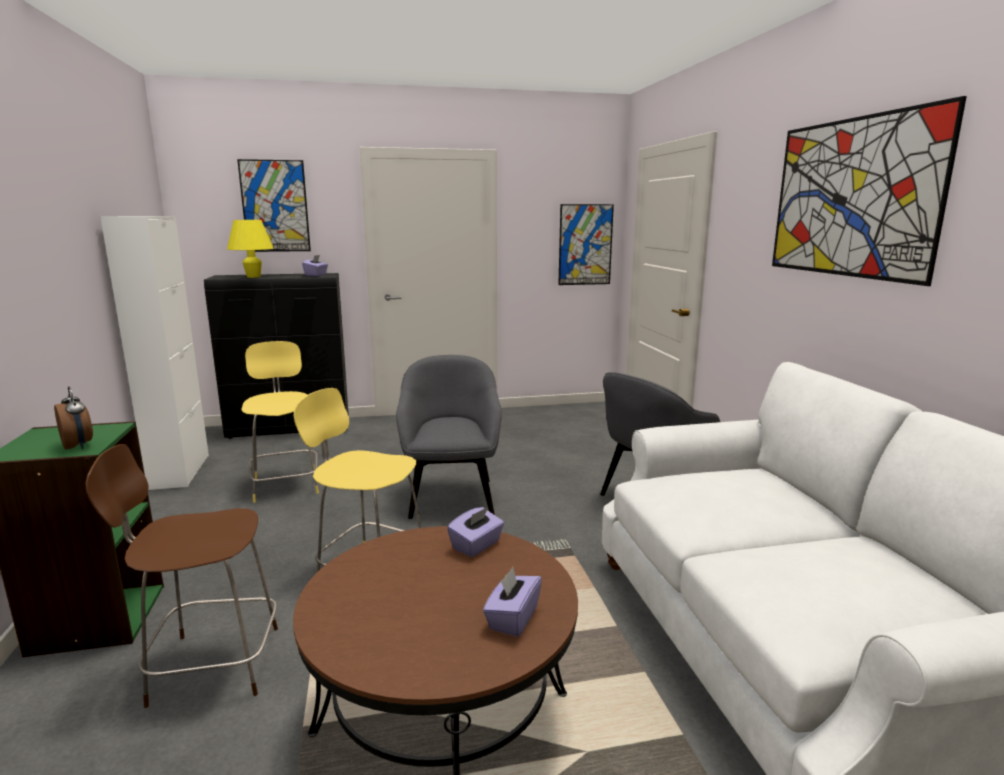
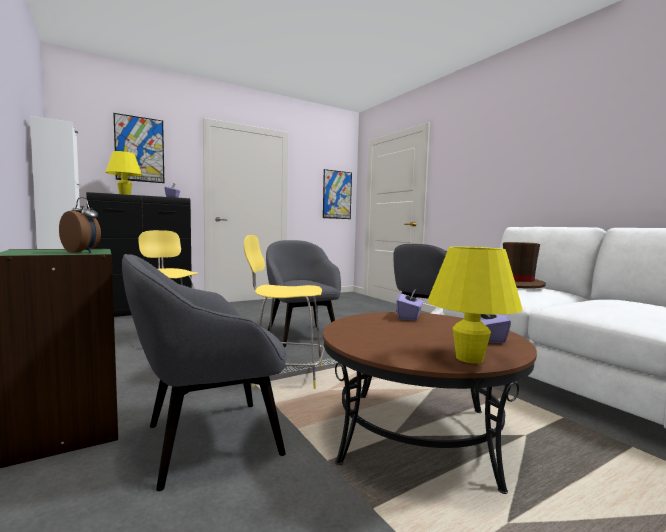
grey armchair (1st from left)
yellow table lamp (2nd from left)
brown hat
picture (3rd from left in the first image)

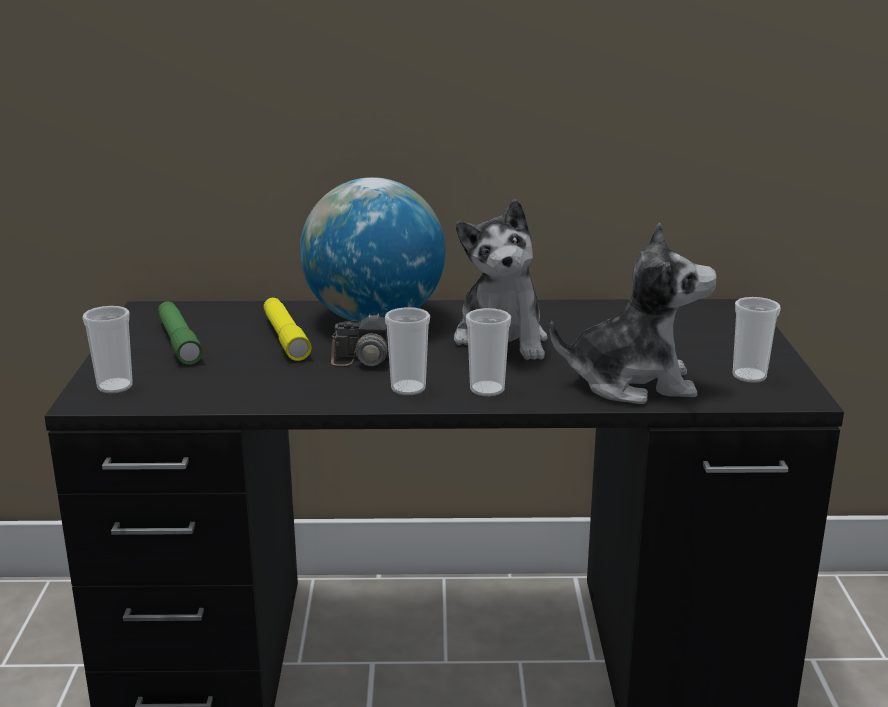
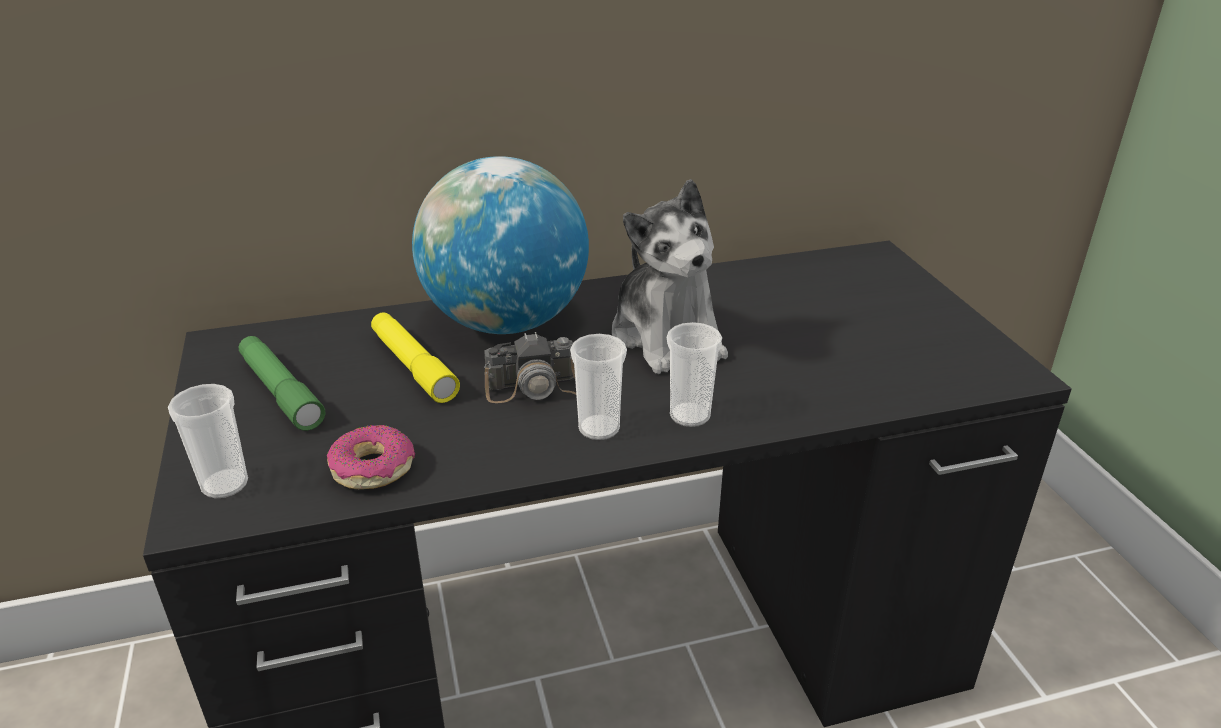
donut
plush toy (2nd from left in the first image)
cup (4th from left in the first image)

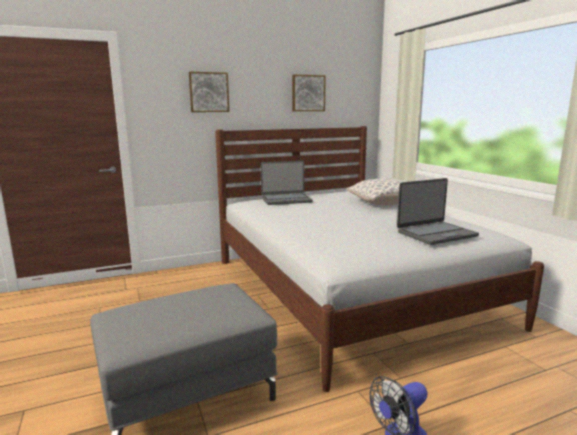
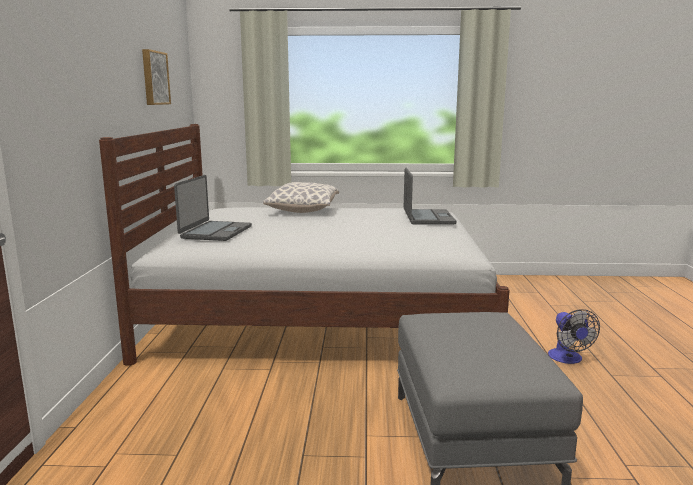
picture (1st from left in the first image)

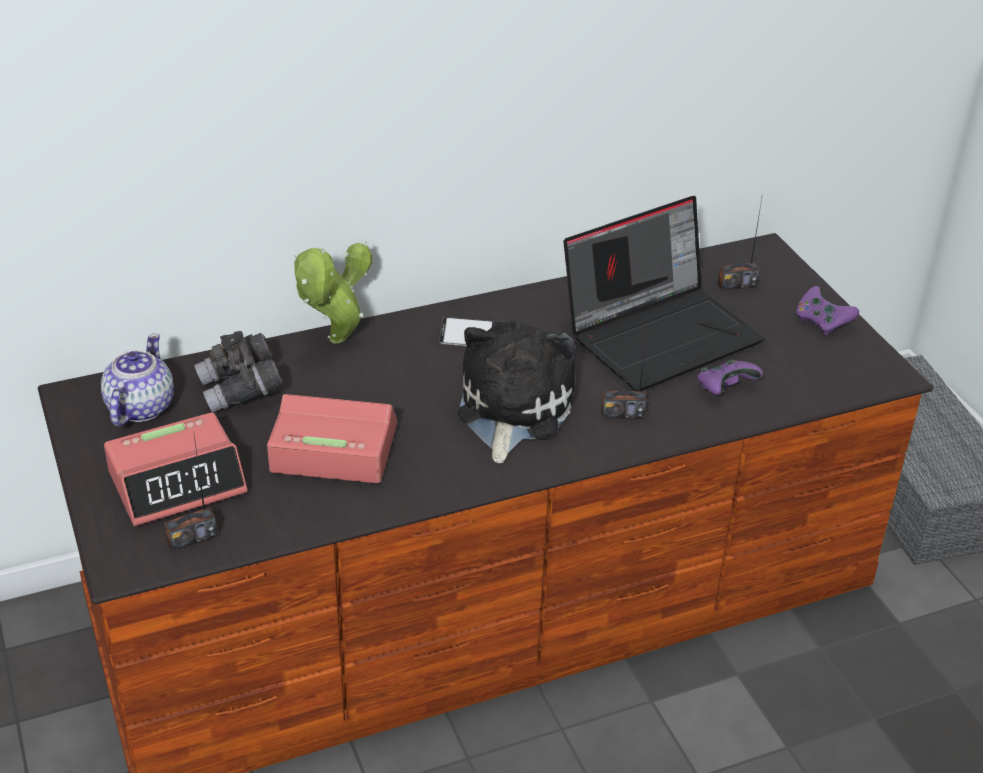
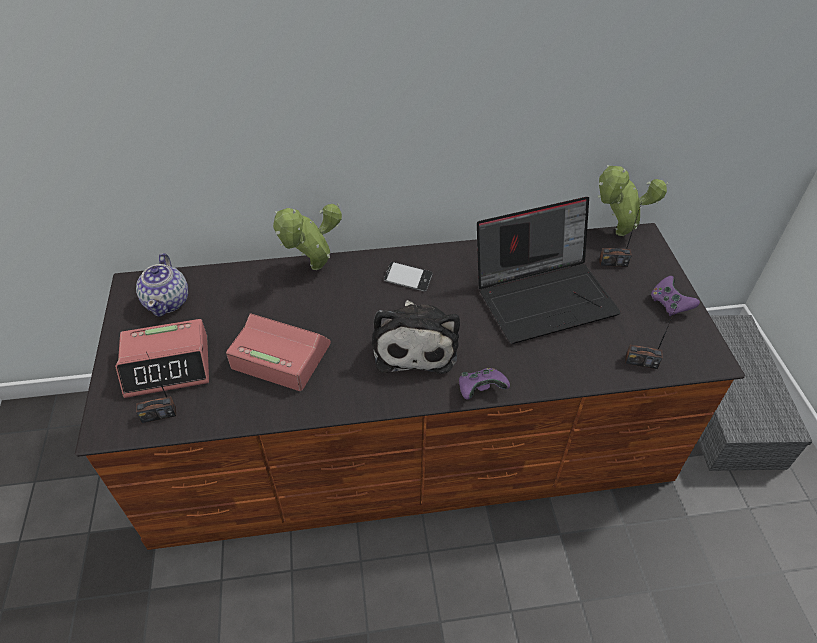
teapot
plush toy
purple game controller (1st from left)
potted plant (2nd from left)
radio (3rd from left)
grey binoculars

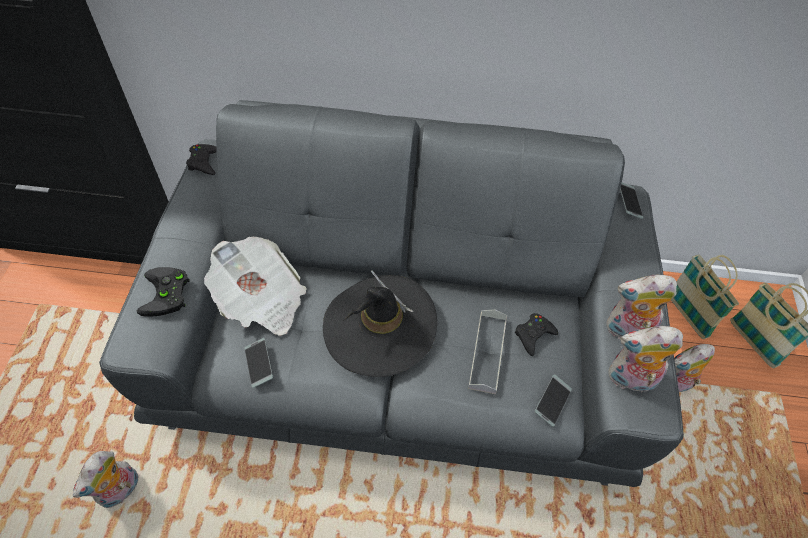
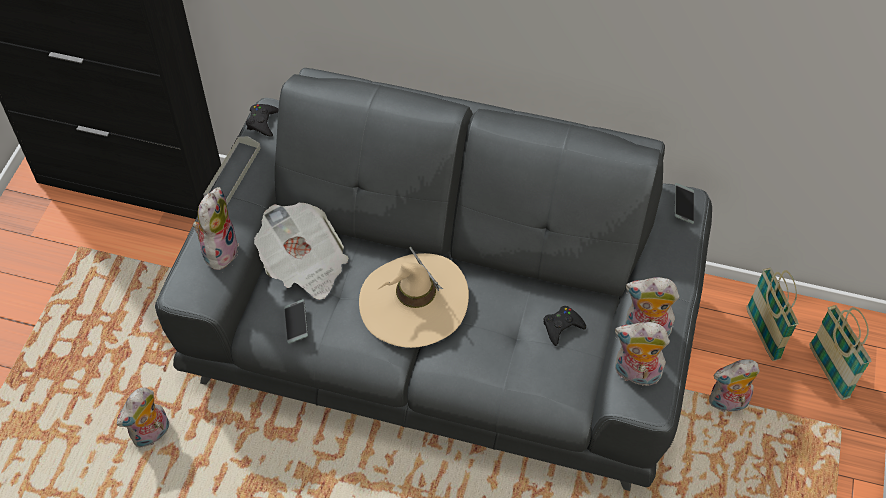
plush toy (2nd from left)
grey tray
beige hat
phone (2nd from left in the first image)

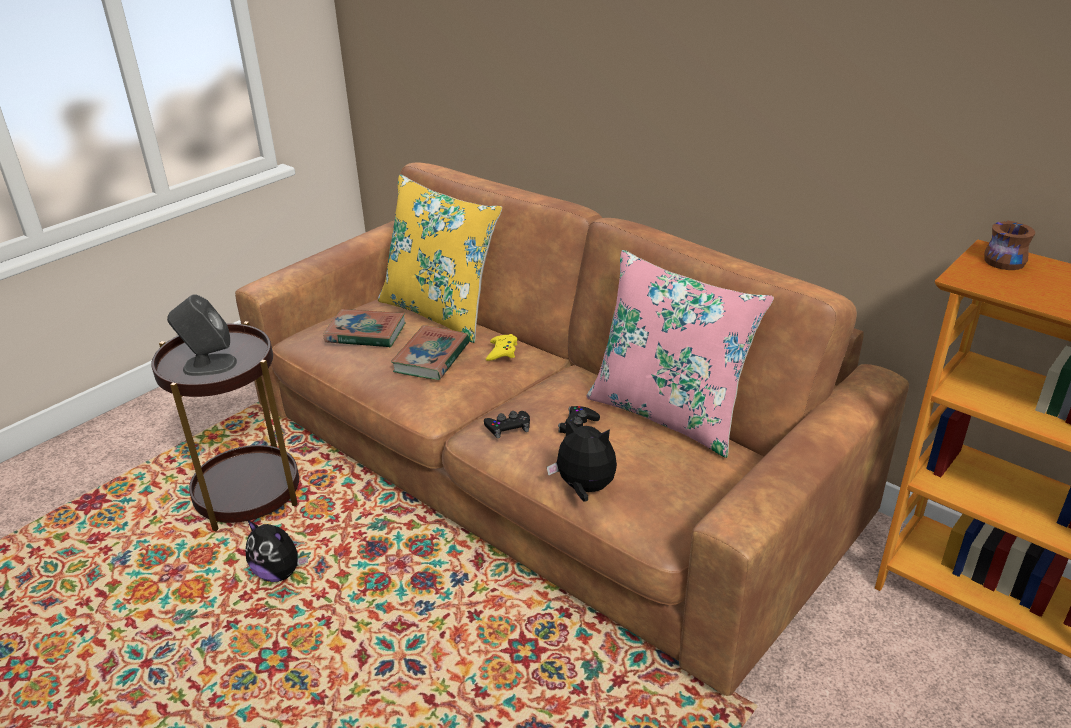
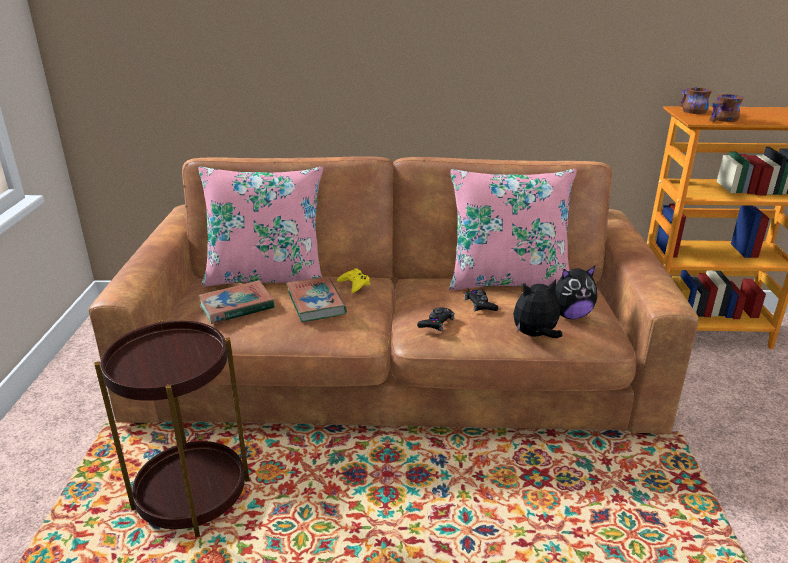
pink pillow (1st from left)
plush toy (2nd from left)
brown mug (2nd from left)
grey speaker

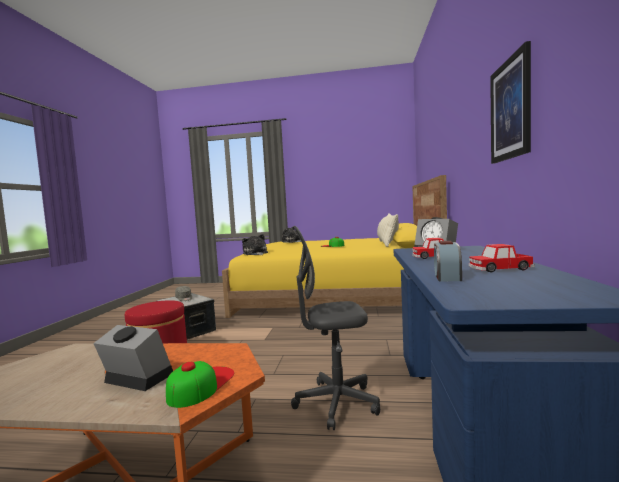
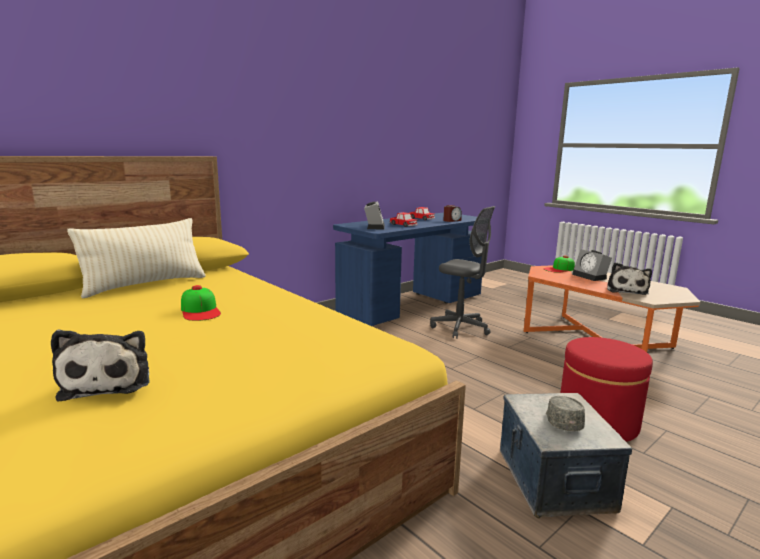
plush toy (2nd from left)
picture

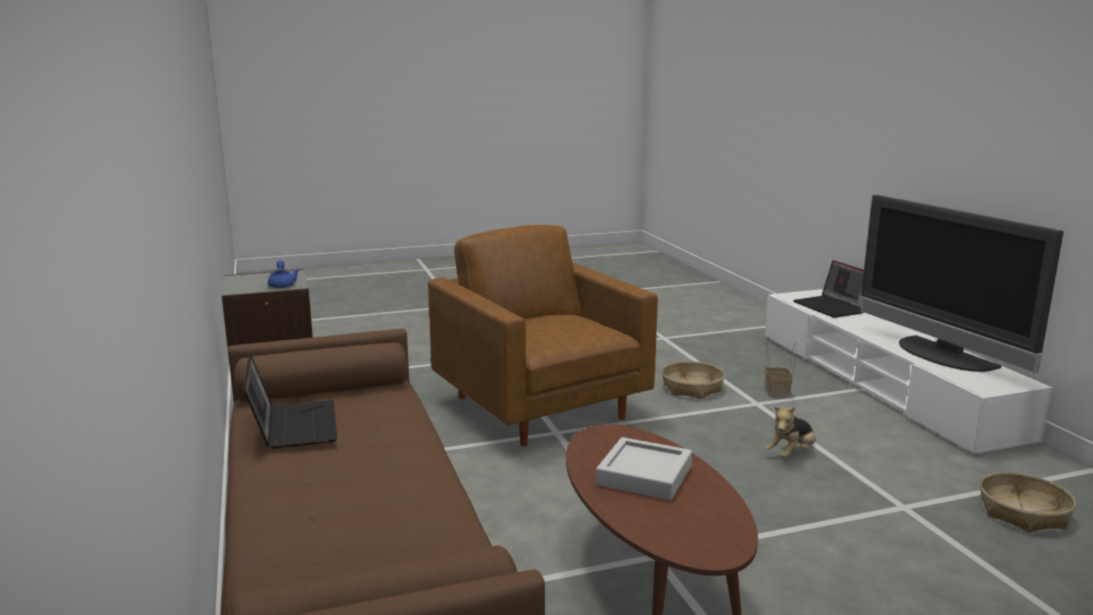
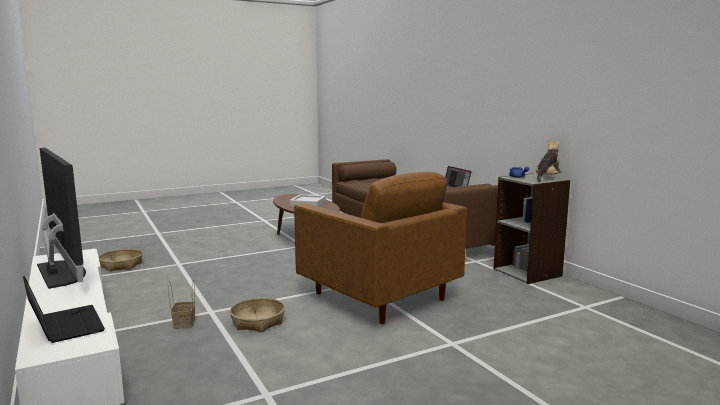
plush toy

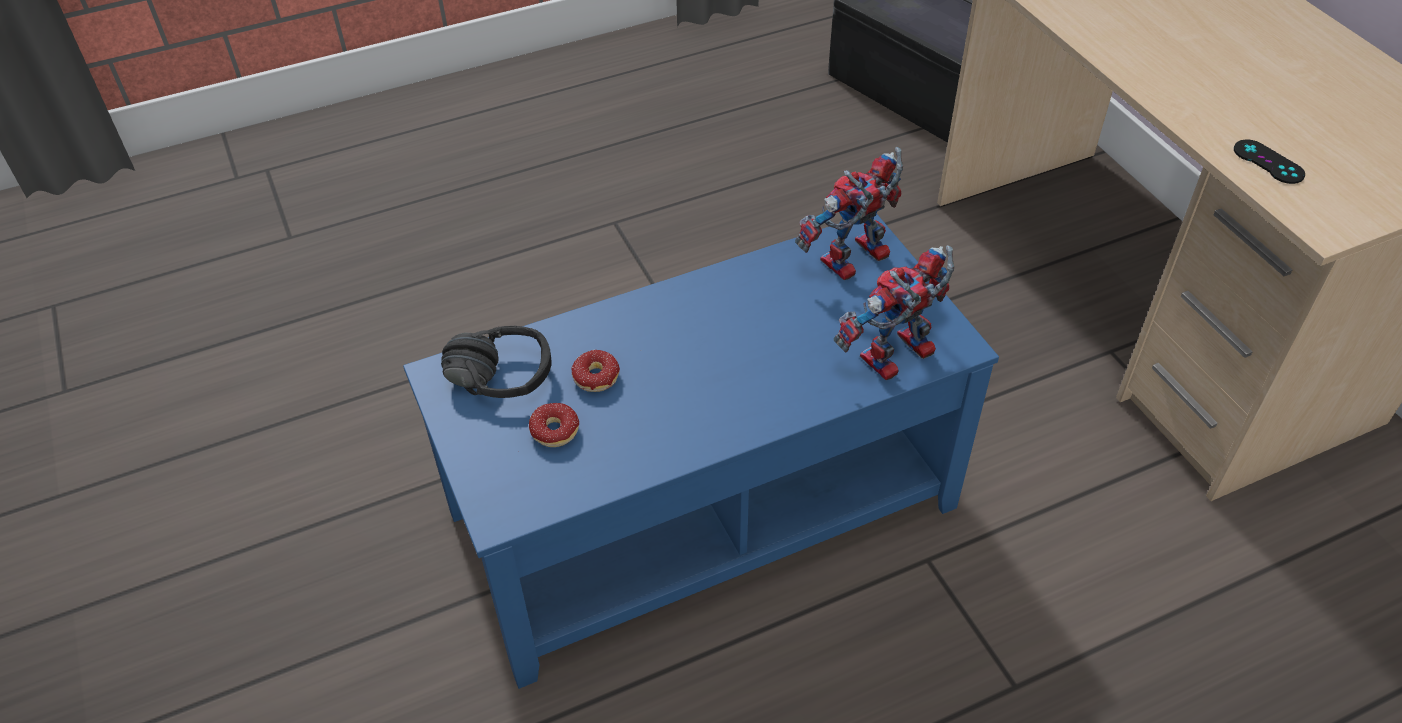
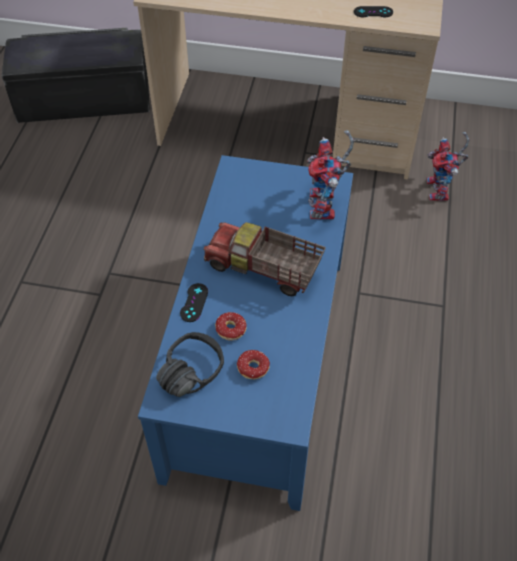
black game controller (1st from left)
toy truck
toy robot (2nd from left)

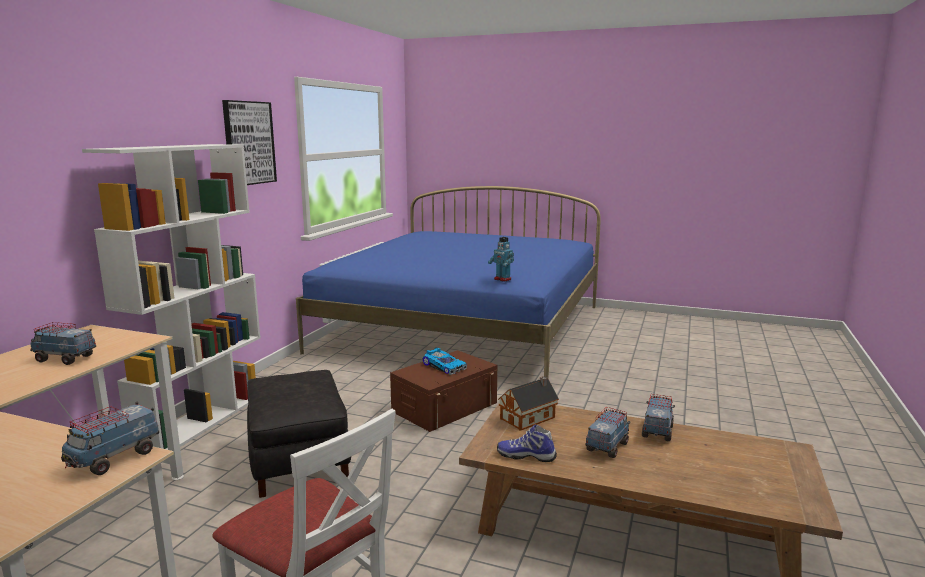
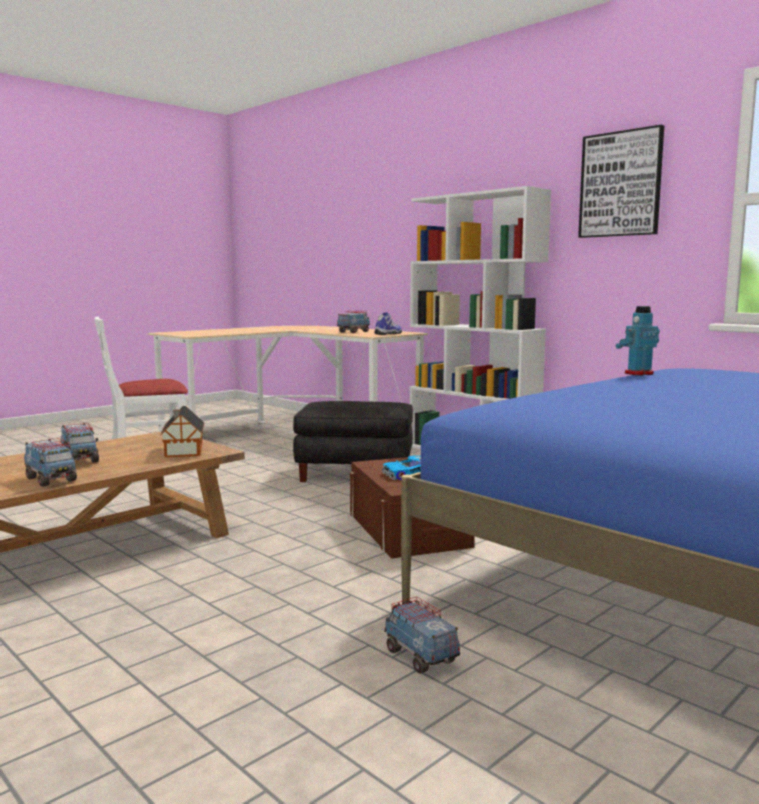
shoe
toy truck (4th from left)
toy robot

